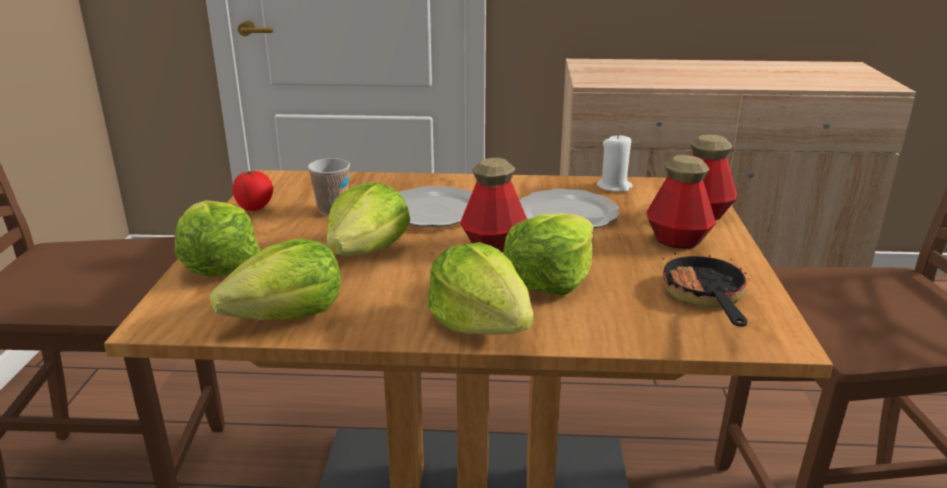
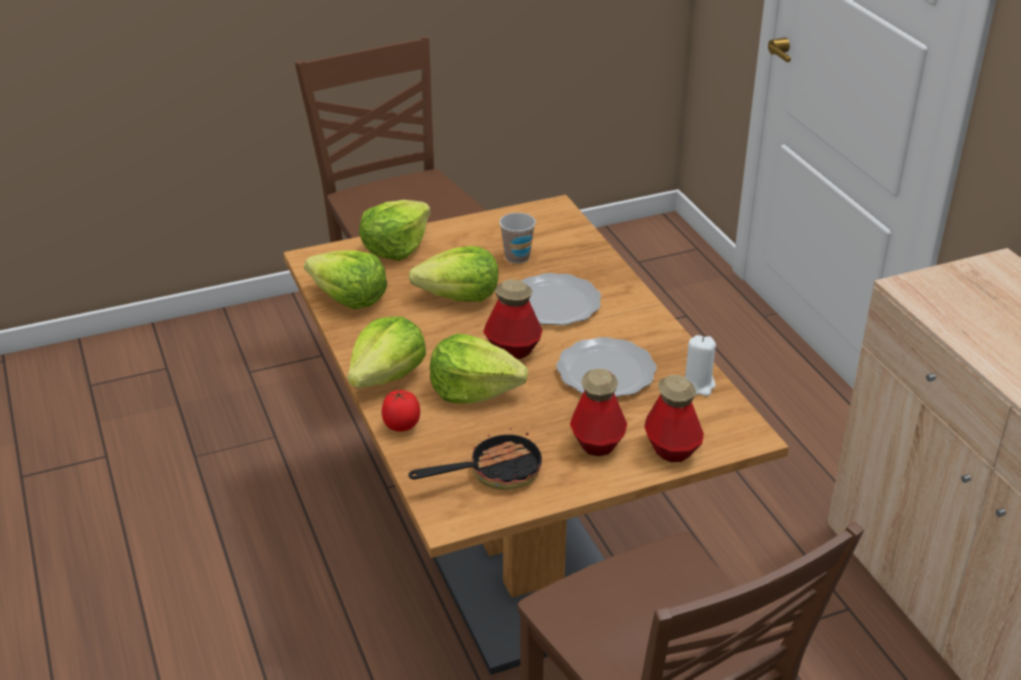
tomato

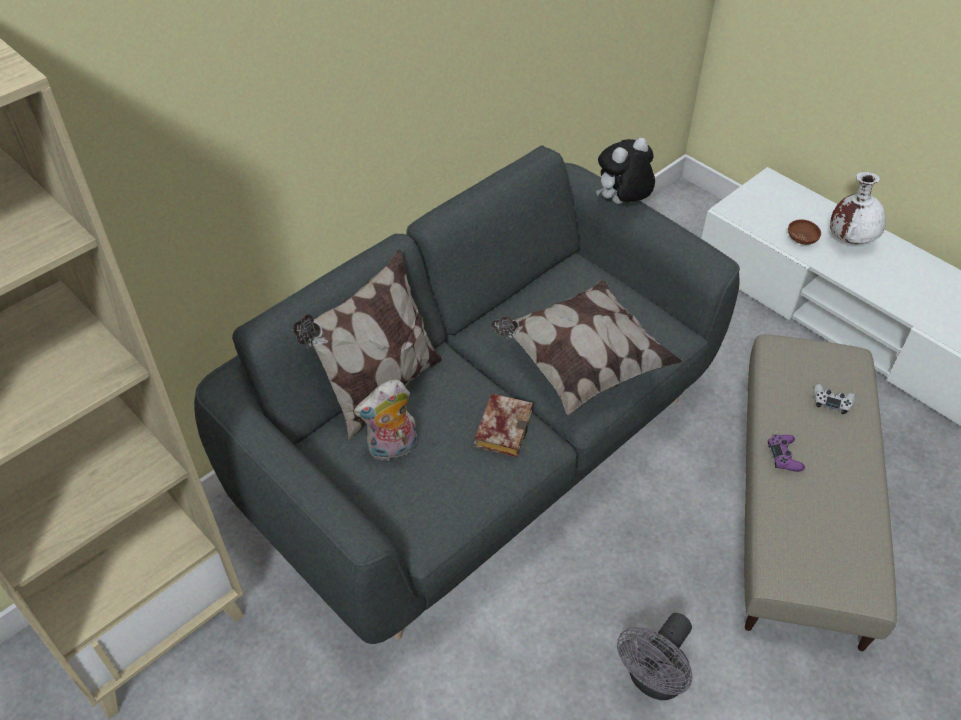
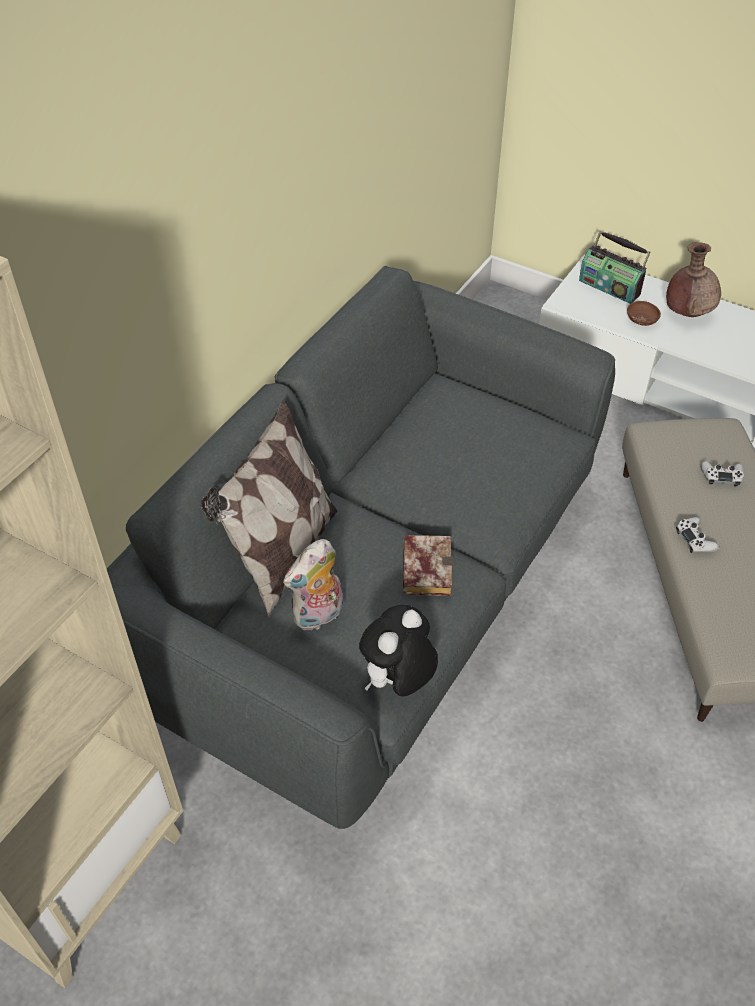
plush toy (2nd from left)
radio
brown vase
white game controller (1st from left)
pillow (2nd from left in the first image)
grey fan

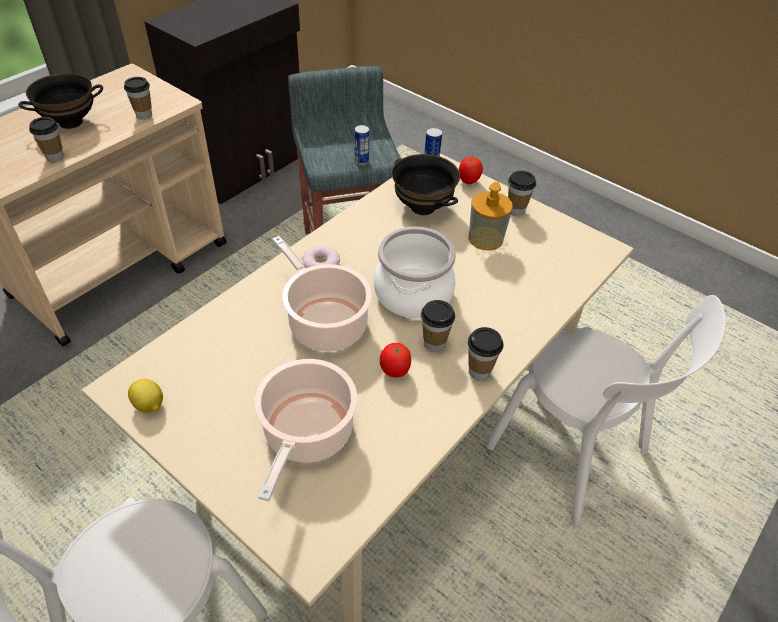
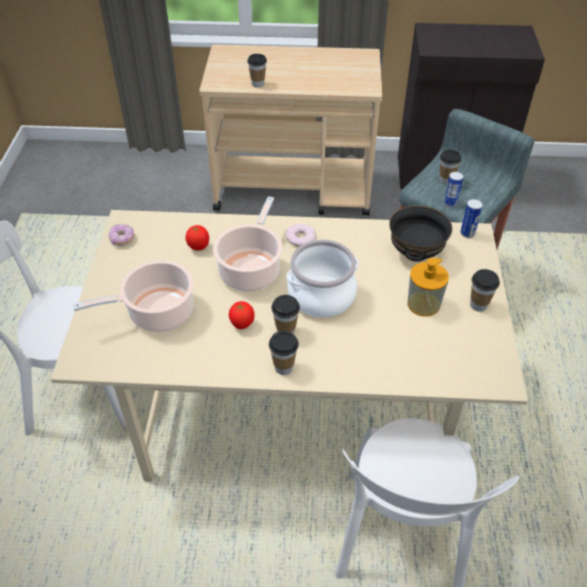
donut (1st from left)
tomato (1st from left)
cup (4th from left)
black bowl (1st from left in the first image)

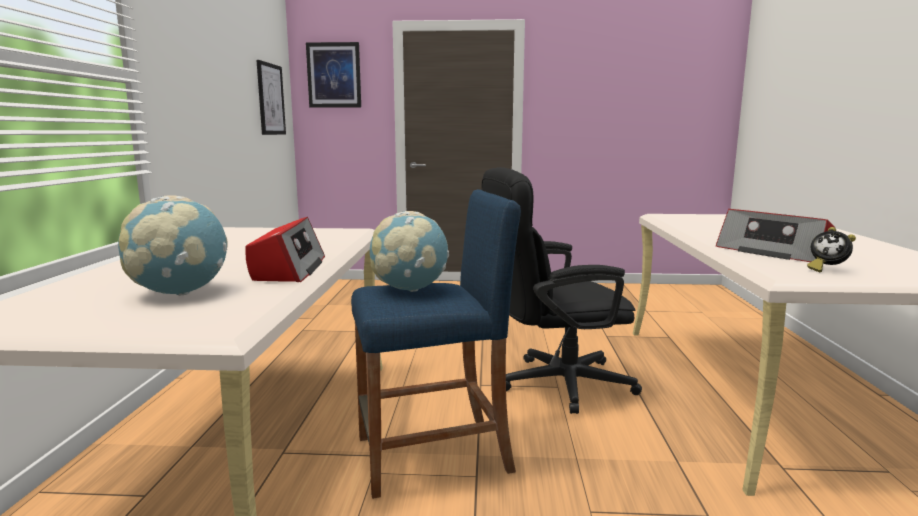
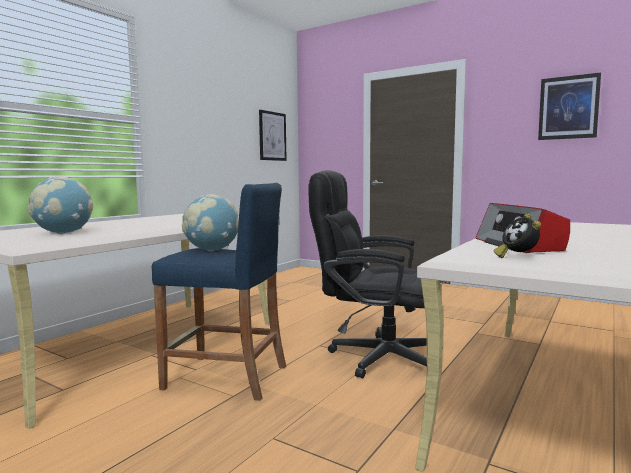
picture (2nd from left)
radio (1st from left in the first image)

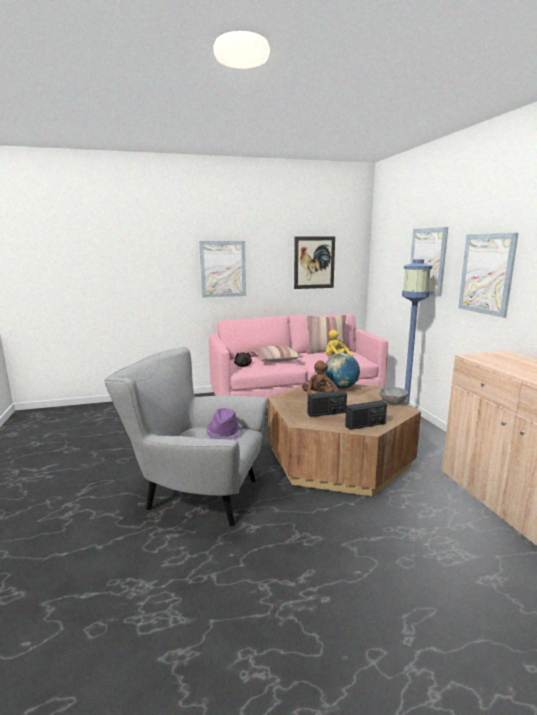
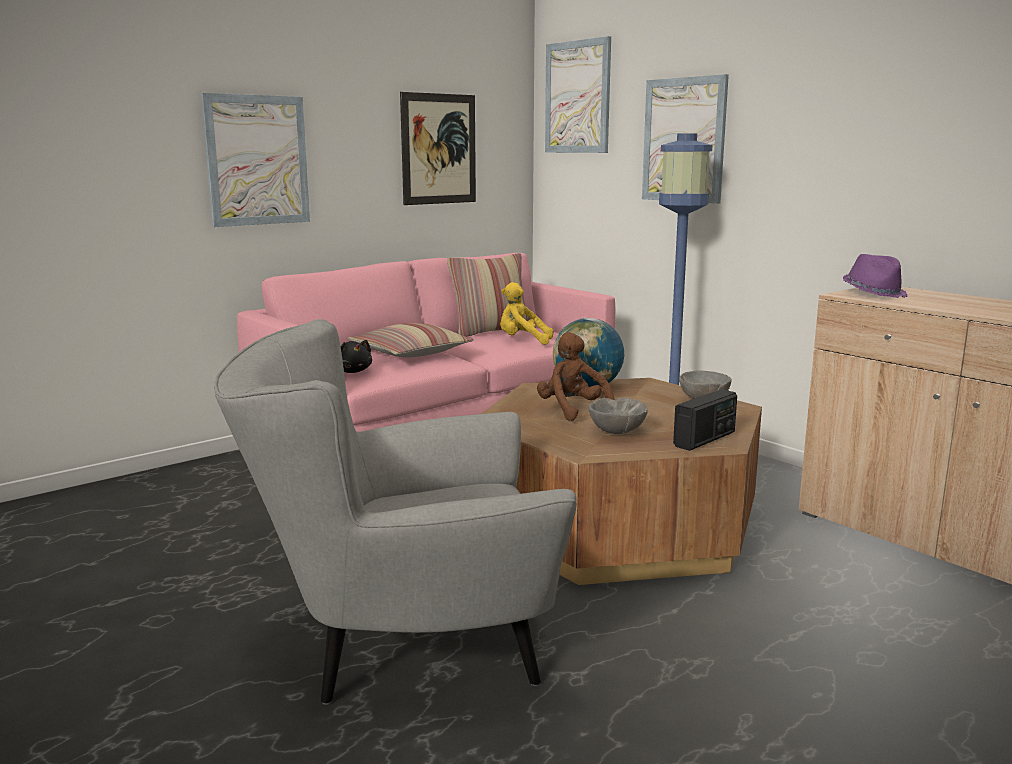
picture (3rd from left)
grey bowl (1st from left)
purple hat

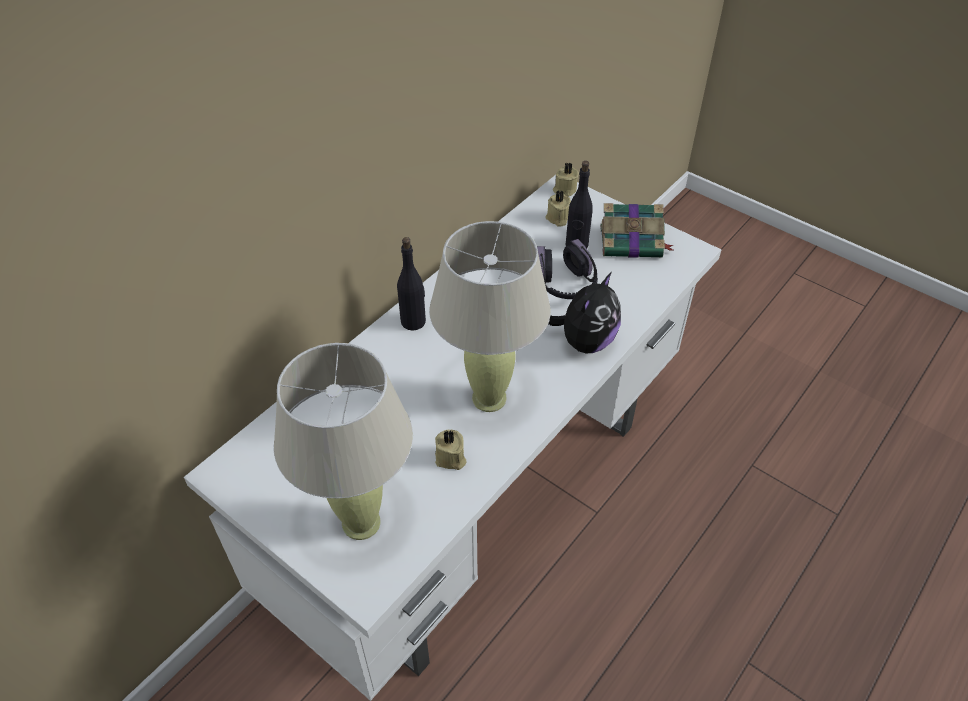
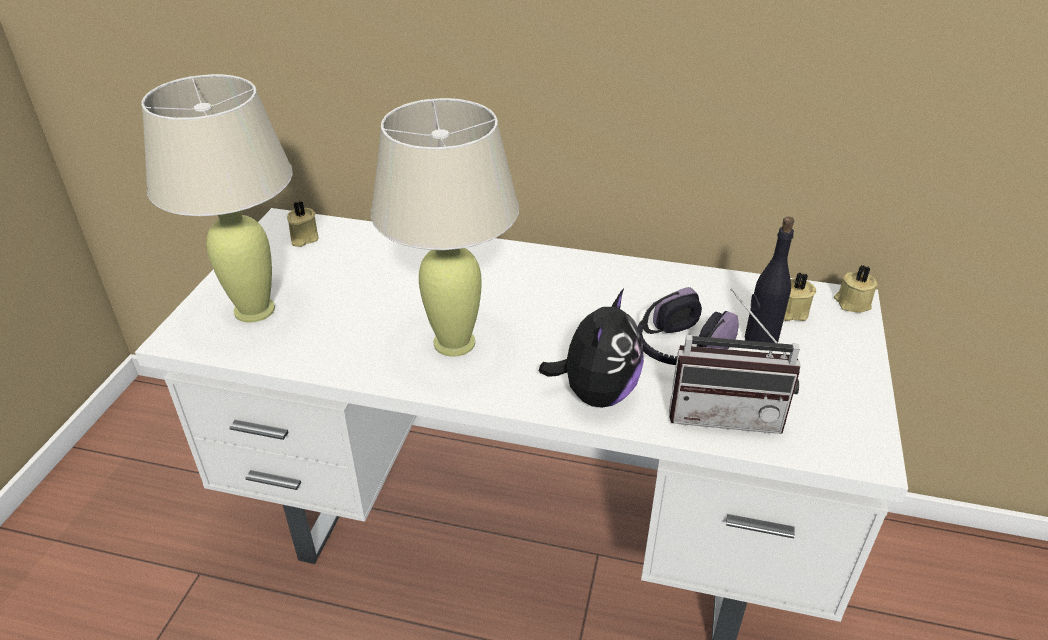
beige candle (1st from left)
plush toy
radio
black bottle (1st from left in the first image)
book

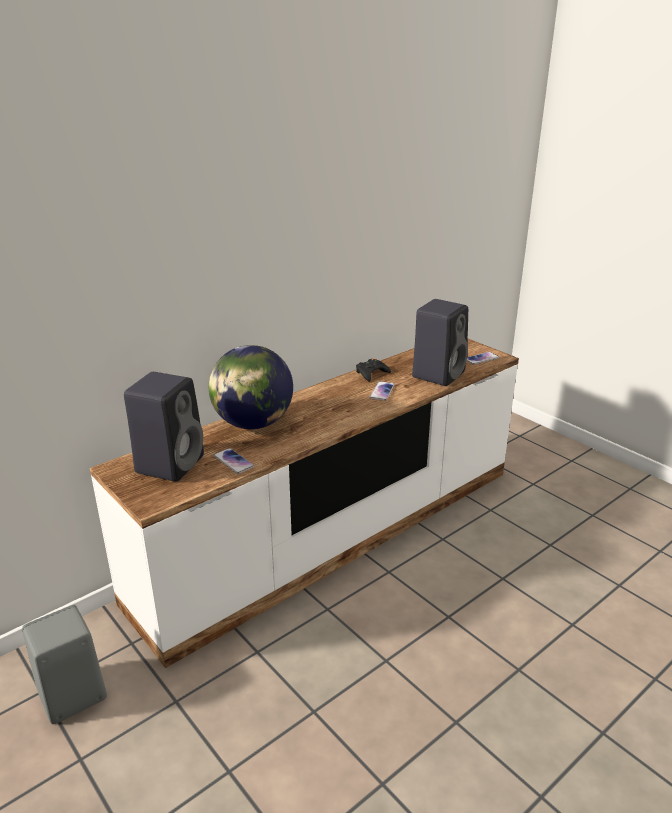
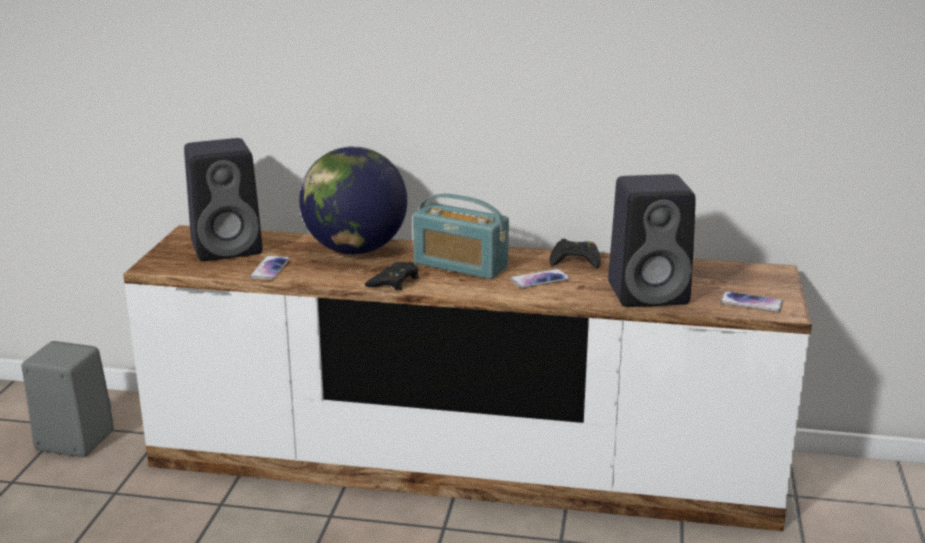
black game controller (1st from left)
radio

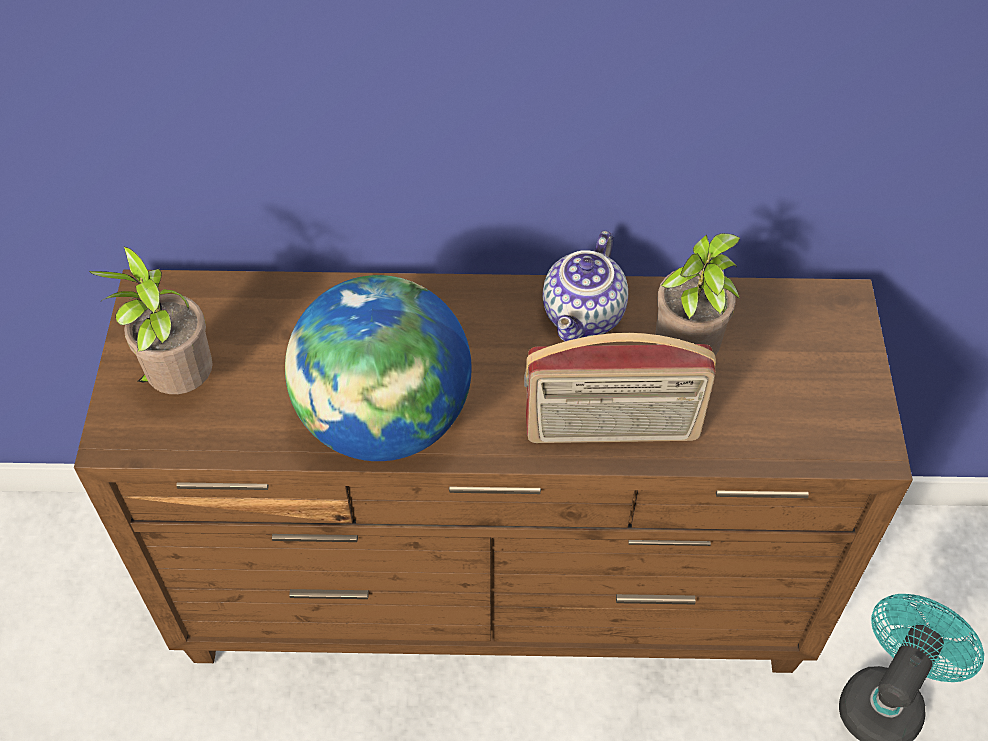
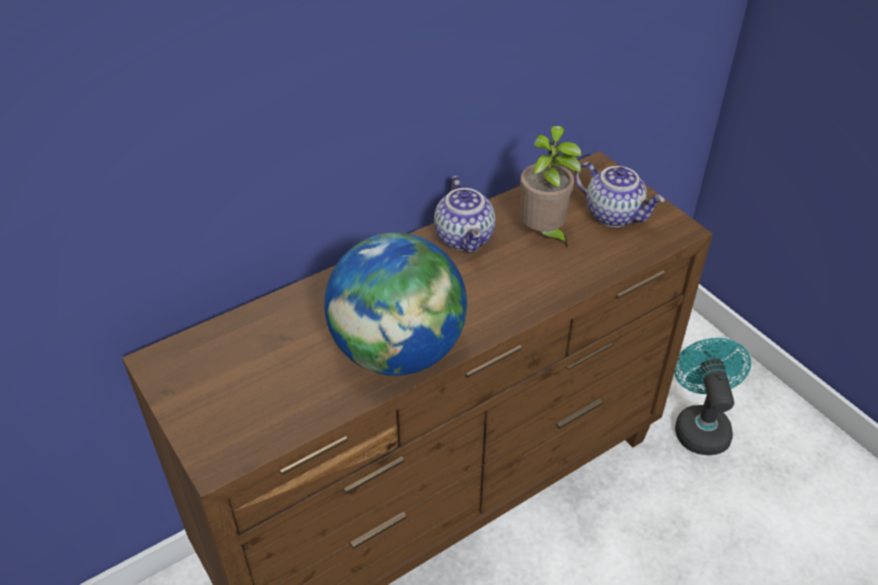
teapot (2nd from left)
potted plant (1st from left in the first image)
radio

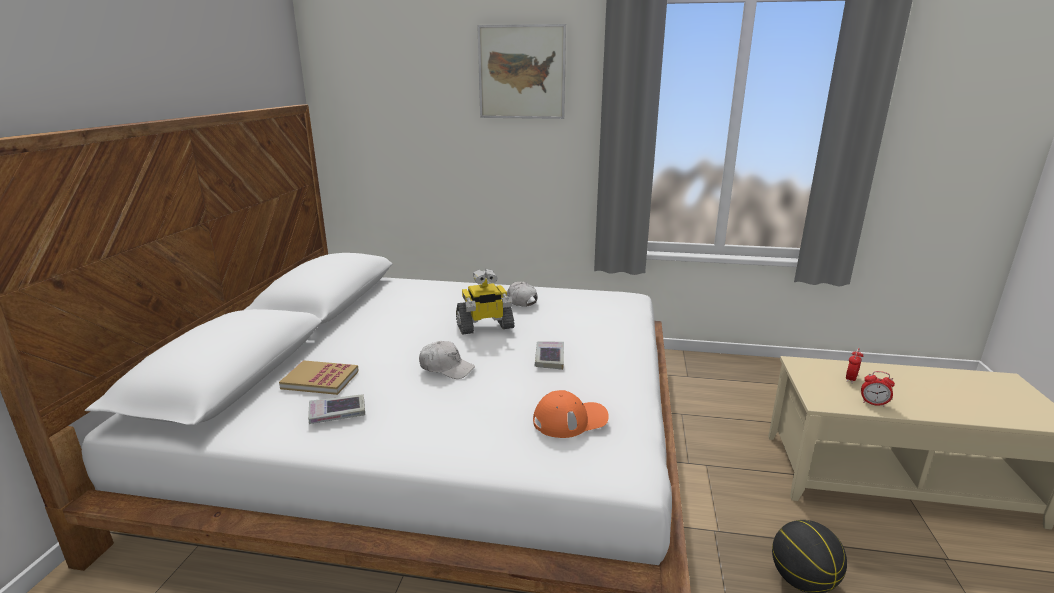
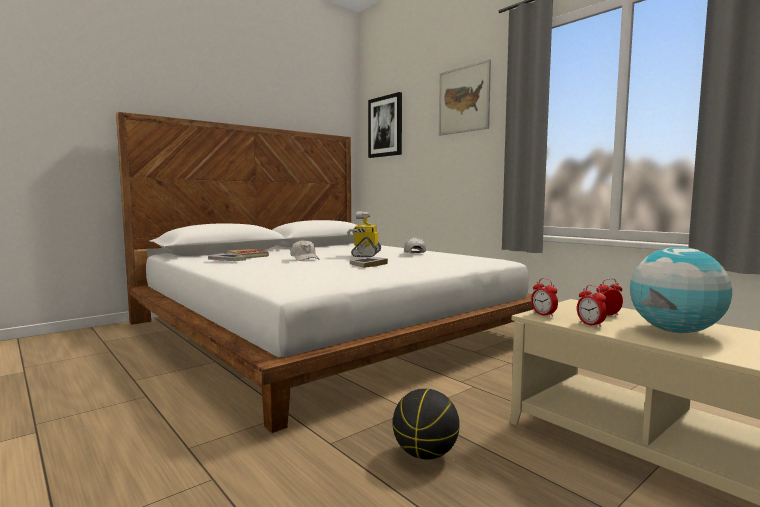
toy robot
picture (1st from left)
alarm clock (1st from left)
globe
orange cap

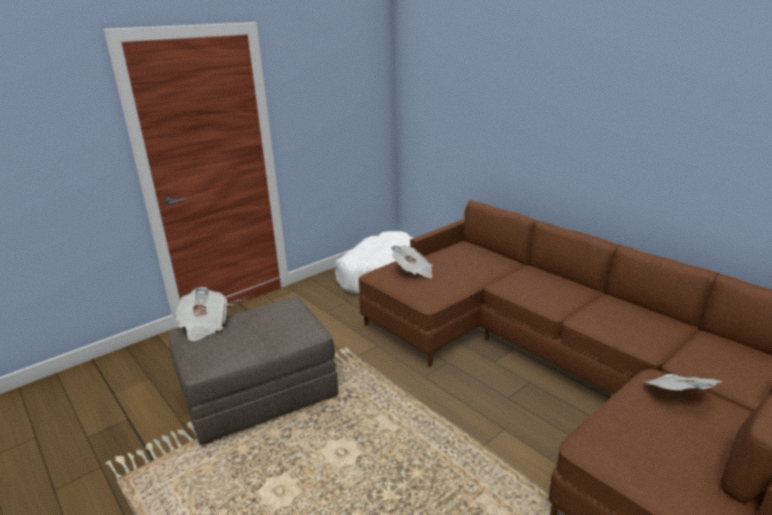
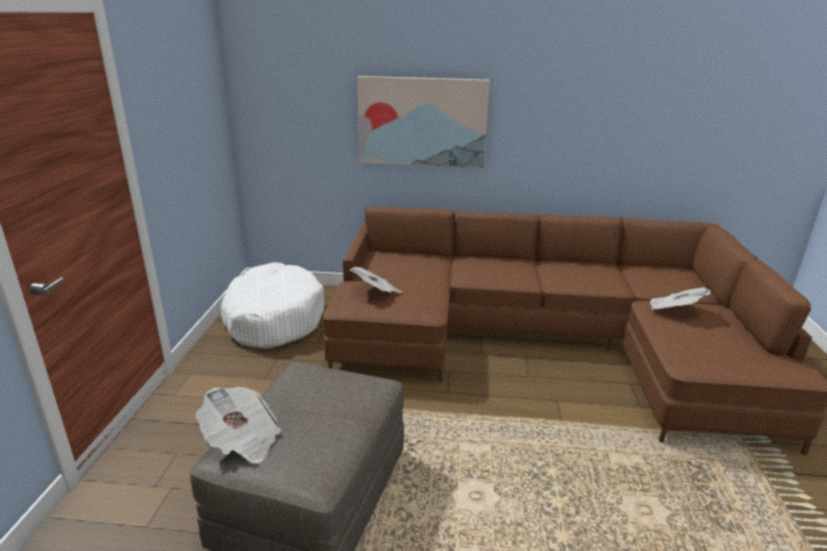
picture

